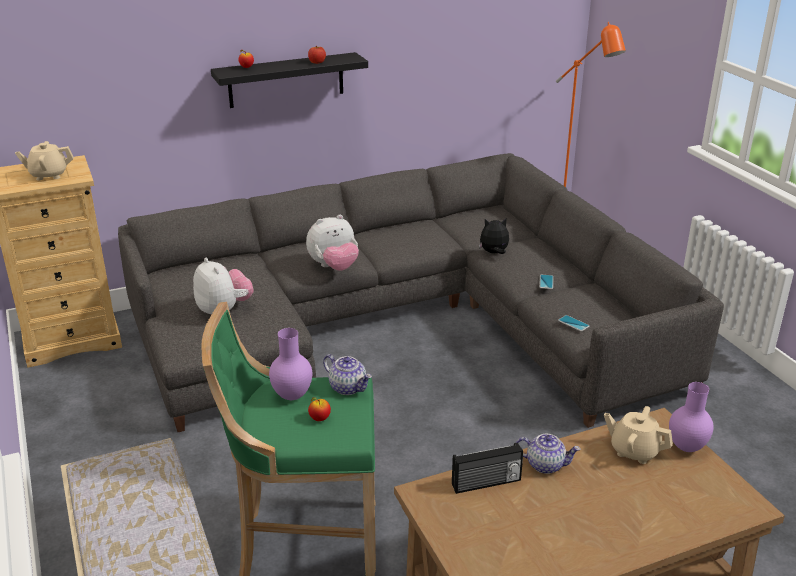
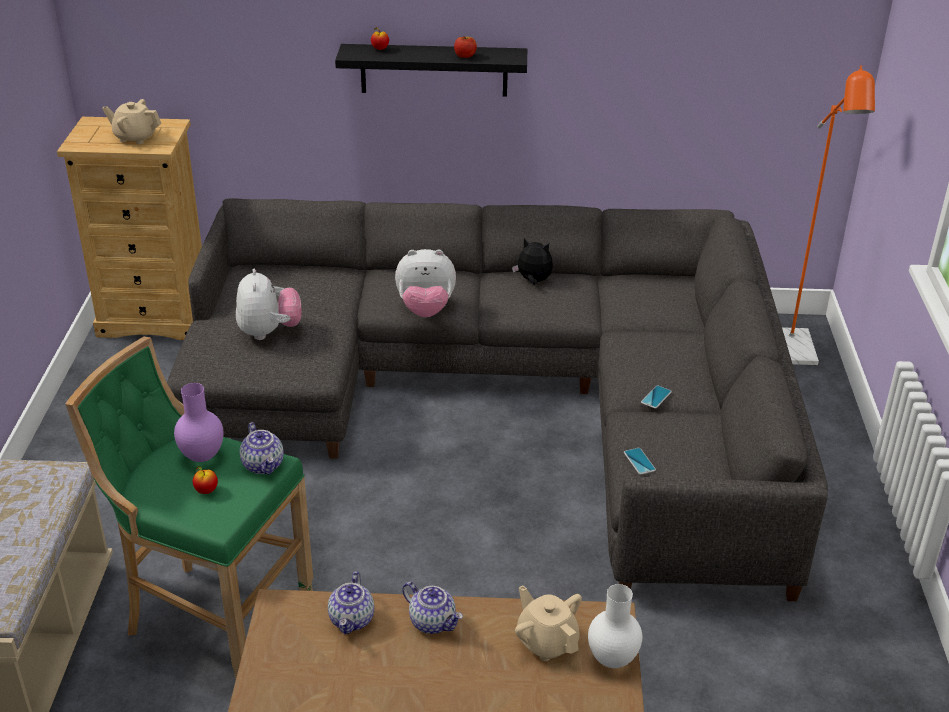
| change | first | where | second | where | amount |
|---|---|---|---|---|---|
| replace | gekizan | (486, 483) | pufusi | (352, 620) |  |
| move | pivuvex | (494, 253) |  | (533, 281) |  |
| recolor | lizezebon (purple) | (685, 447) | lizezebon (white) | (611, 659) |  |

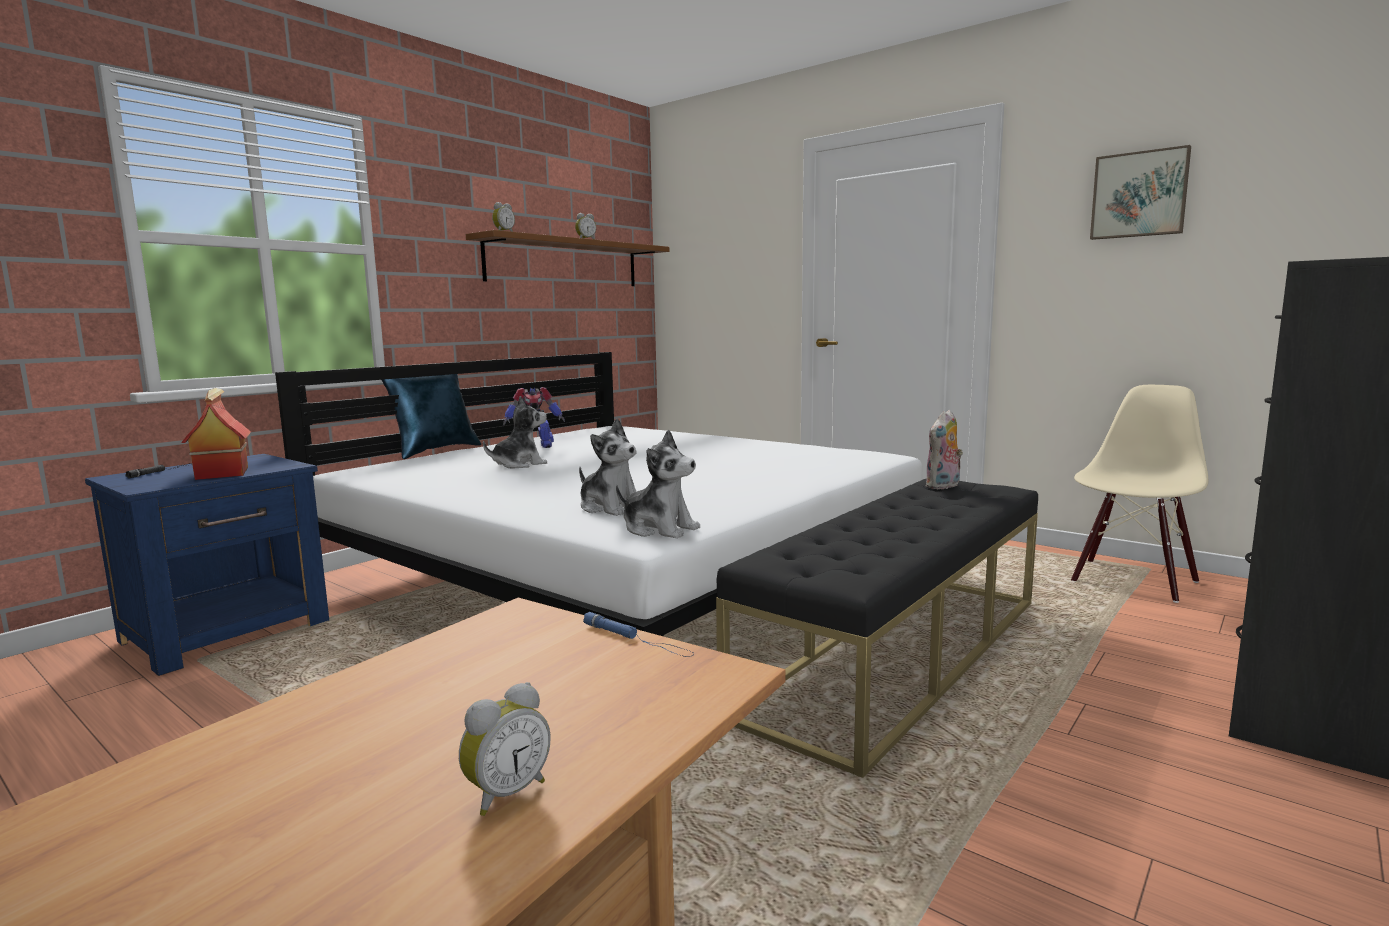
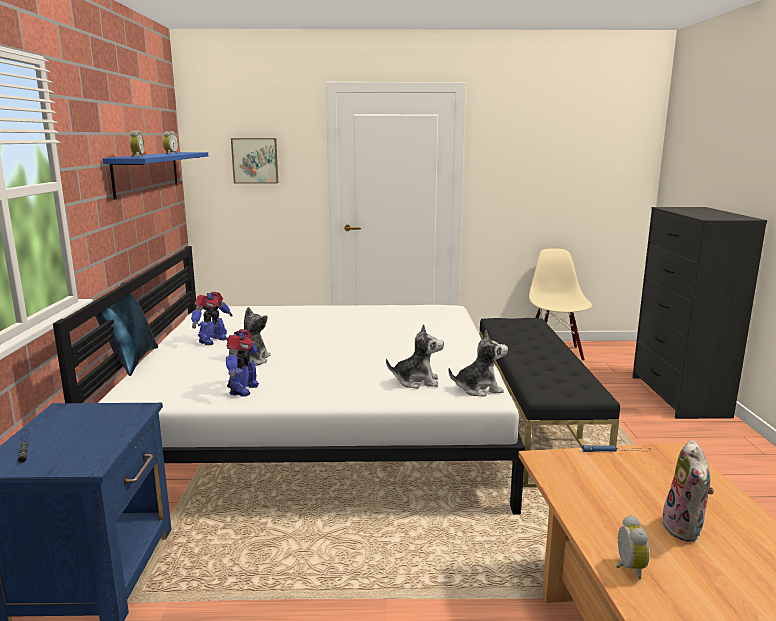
| change | first | where | second | where | amount |
|---|---|---|---|---|---|
| recolor | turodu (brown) | (564, 263) | turodu (blue) | (147, 173) |  |
| insert |  |  | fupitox | (243, 390) |  |
| move | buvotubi | (1139, 195) |  | (255, 160) |  |
| move | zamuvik | (505, 793) |  | (627, 568) |  |
| move | pivuvex | (943, 486) |  | (685, 529) |  |
| delete | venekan | (221, 473) |  |  |  |

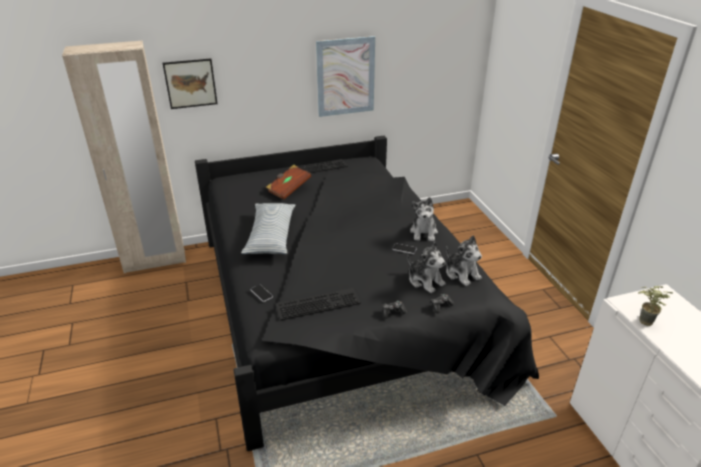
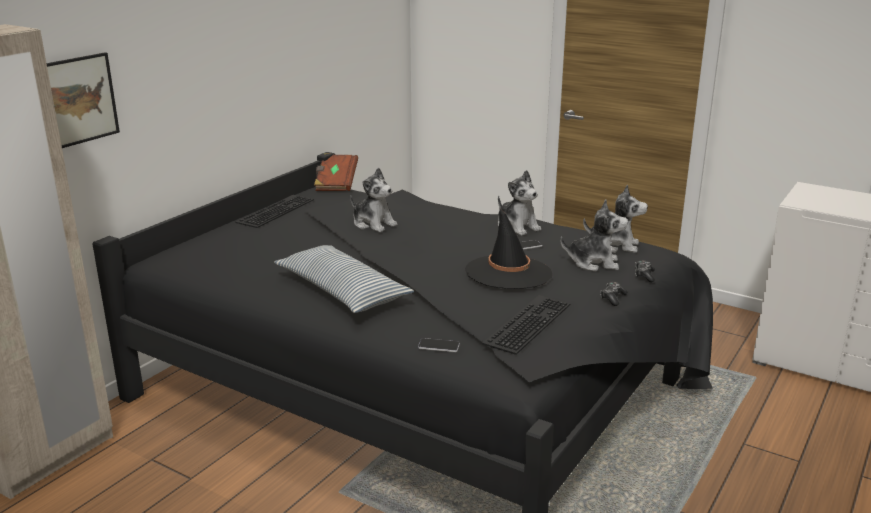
| change | first | where | second | where | amount |
|---|---|---|---|---|---|
| move | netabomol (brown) | (288, 189) |  | (335, 183) |  |
| insert |  |  | pivuvex | (373, 224) |  |
| insert |  |  | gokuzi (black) | (508, 273) |  |
| delete | buvotubi | (345, 77) |  |  |  |
| delete | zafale | (642, 322) |  |  |  |

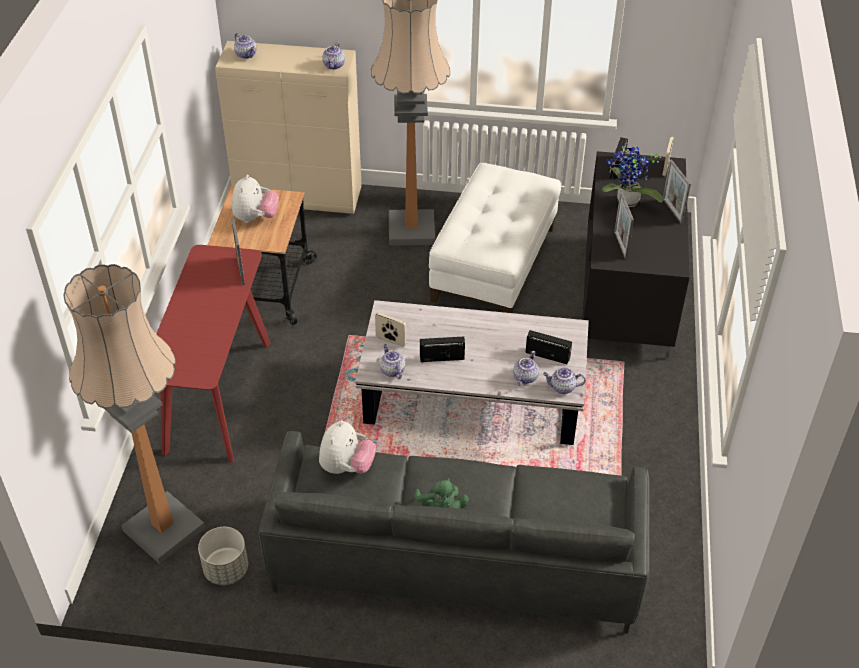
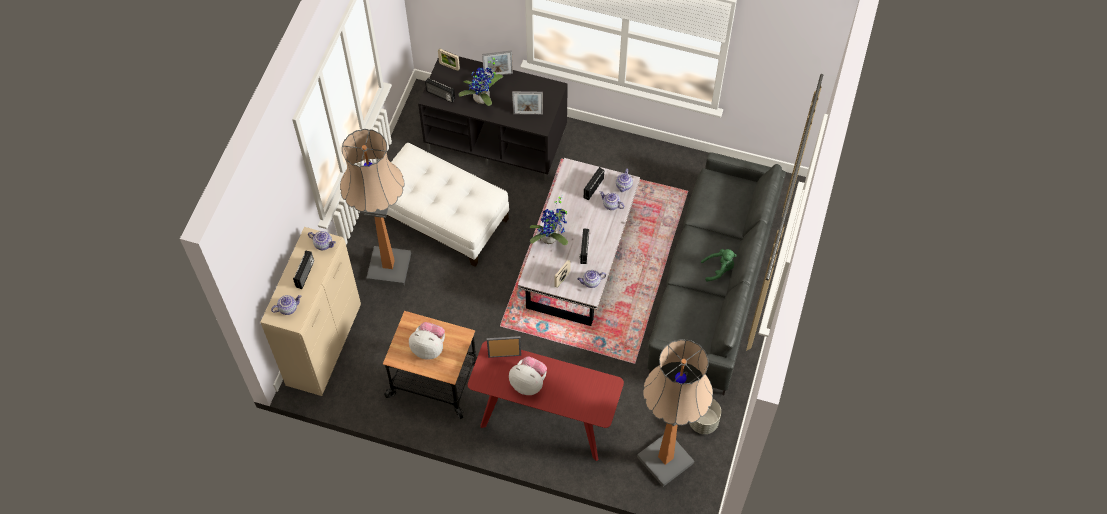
| change | first | where | second | where | amount |
|---|---|---|---|---|---|
| insert |  |  | gekizan | (305, 274) |  |
| move | pivuvex | (346, 467) |  | (528, 382) |  |
| insert |  |  | zafale | (551, 238) |  |

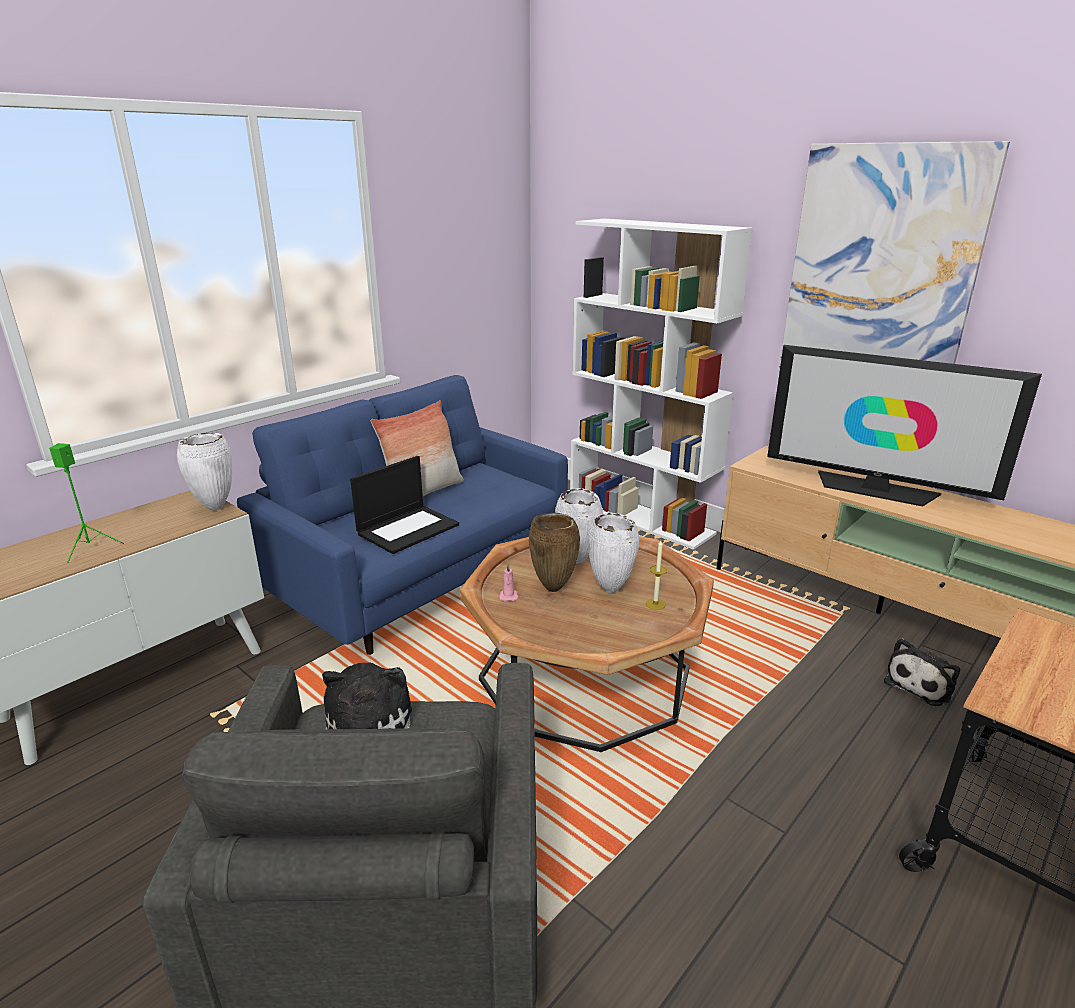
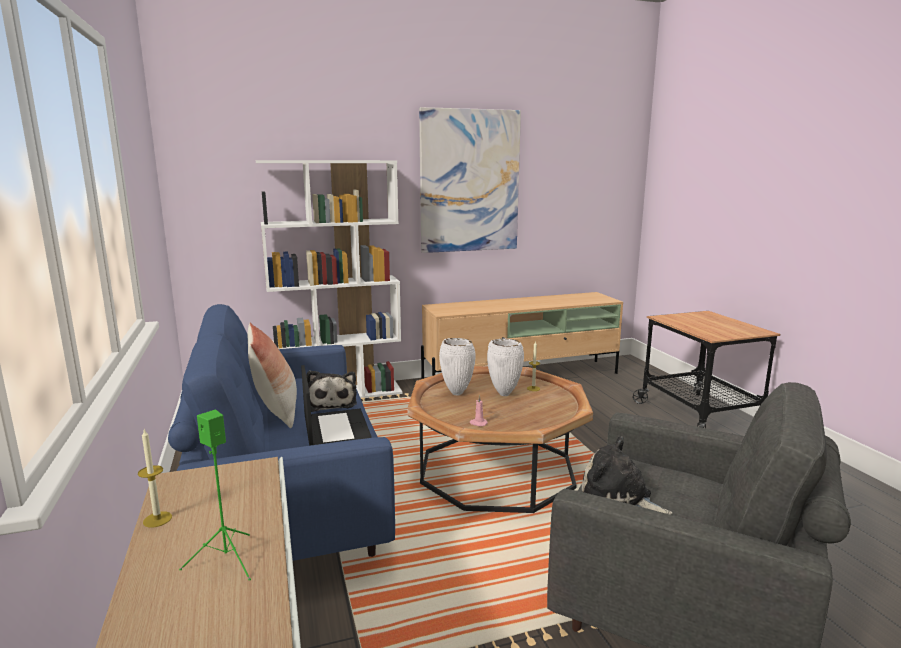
| change | first | where | second | where | amount |
|---|---|---|---|---|---|
| insert |  |  | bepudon | (157, 519) |  |
| move | pivuvex | (921, 684) |  | (331, 402) |  |
| delete | lizezebon (white) | (215, 507) |  |  |  |
| delete | lizezebon (brown) | (554, 588) |  |  |  |
| delete | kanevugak | (875, 489) |  |  |  |

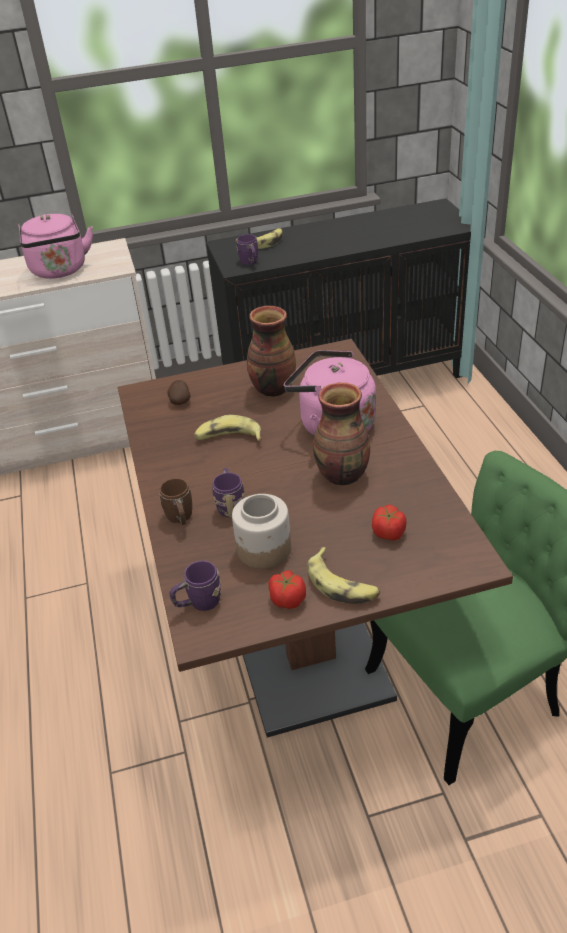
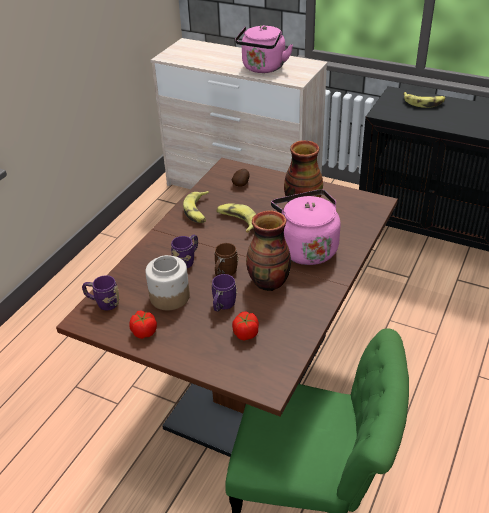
| change | first | where | second | where | amount |
|---|---|---|---|---|---|
| move | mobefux | (342, 584) |  | (198, 211) |  |
| move | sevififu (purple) | (250, 263) |  | (223, 306) |  |
| move | sevififu (brown) | (180, 519) |  | (224, 273) |  |

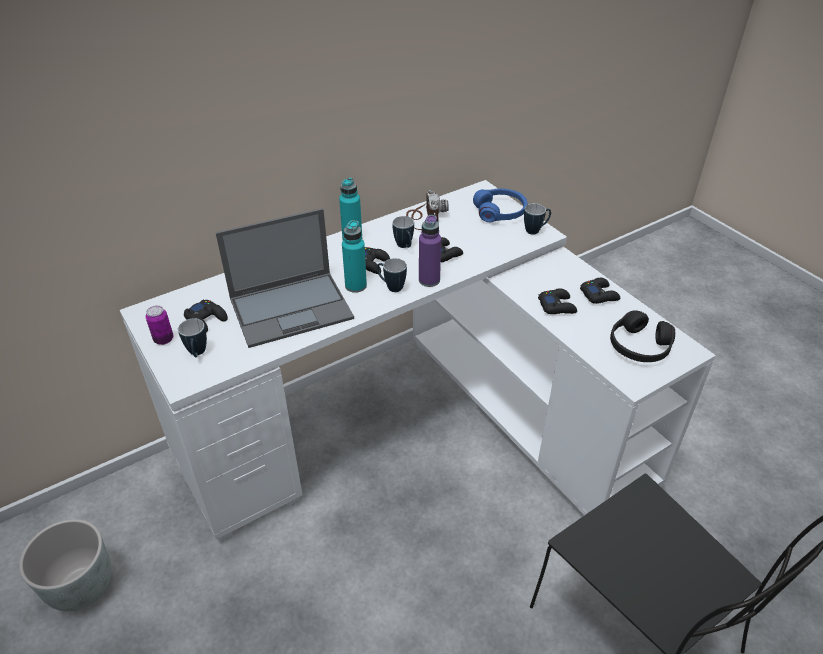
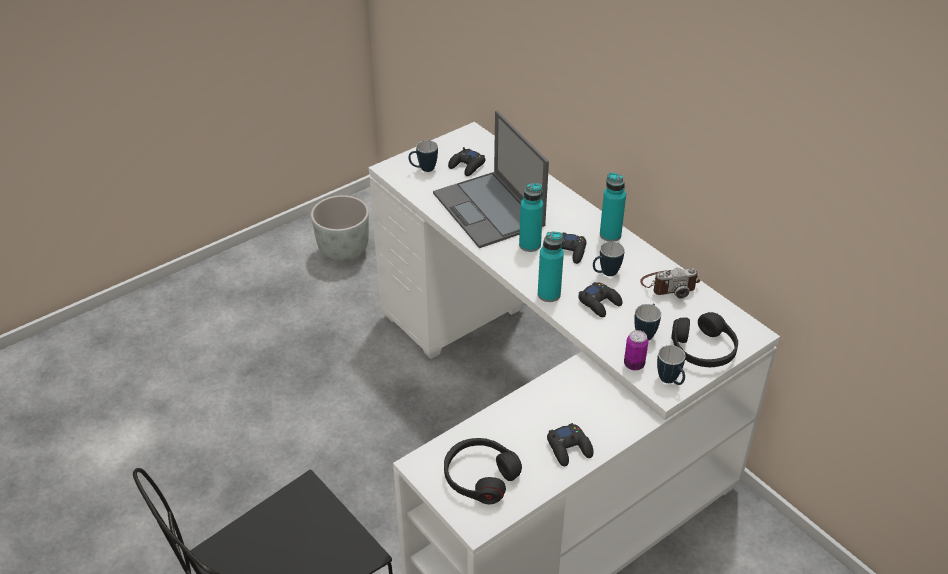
| change | first | where | second | where | amount |
|---|---|---|---|---|---|
| recolor | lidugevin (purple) | (429, 280) | lidugevin (turquoise) | (549, 294) |  |
| move | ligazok | (164, 339) |  | (634, 364) |  |
| move | sevififu | (391, 287) |  | (646, 333) |  |
| recolor | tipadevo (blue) | (500, 212) | tipadevo (black) | (703, 349) |  |
| delete | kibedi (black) | (557, 306) |  |  |  |

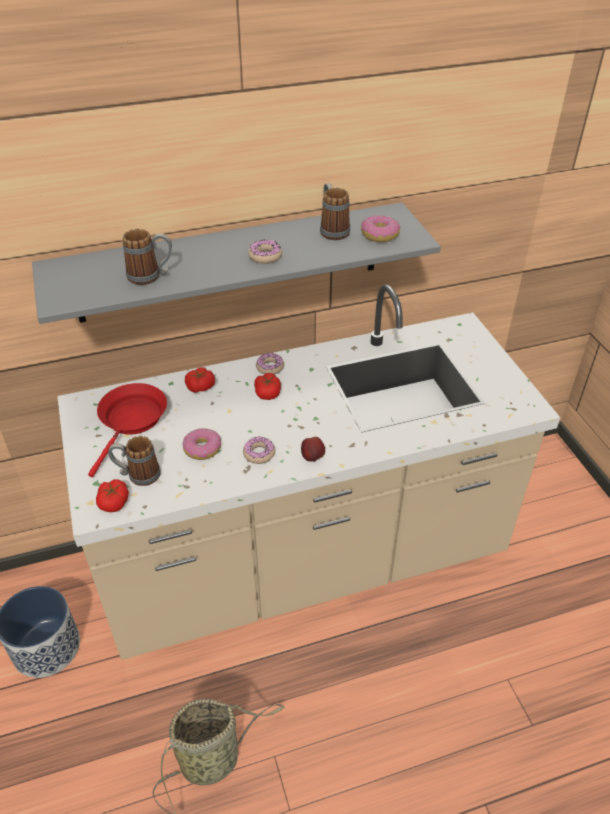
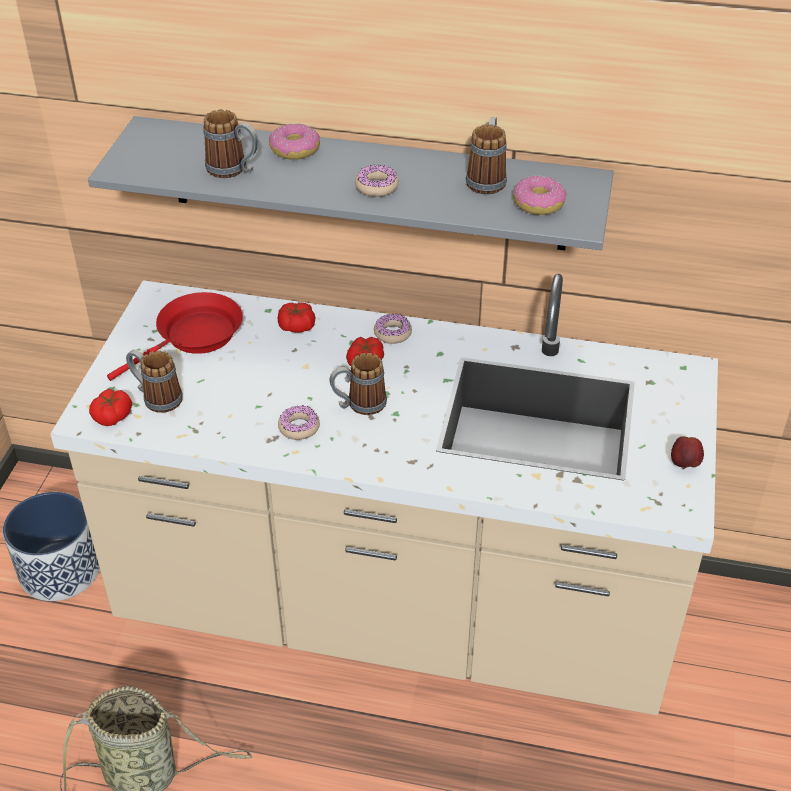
| change | first | where | second | where | amount |
|---|---|---|---|---|---|
| move | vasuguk | (202, 449) |  | (294, 150) |  |
| insert |  |  | sevififu | (359, 405) |  |
| move | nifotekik | (313, 458) |  | (684, 464) |  |

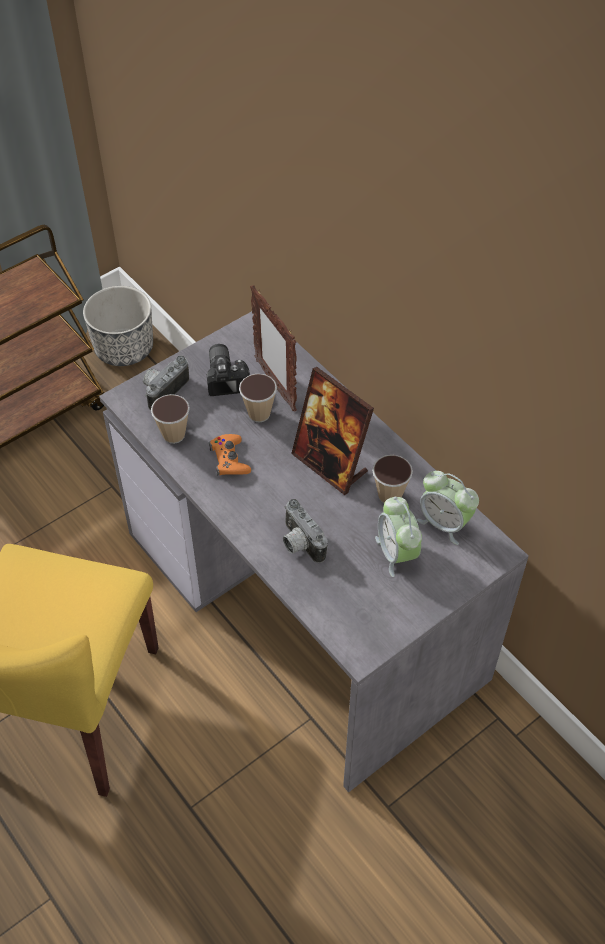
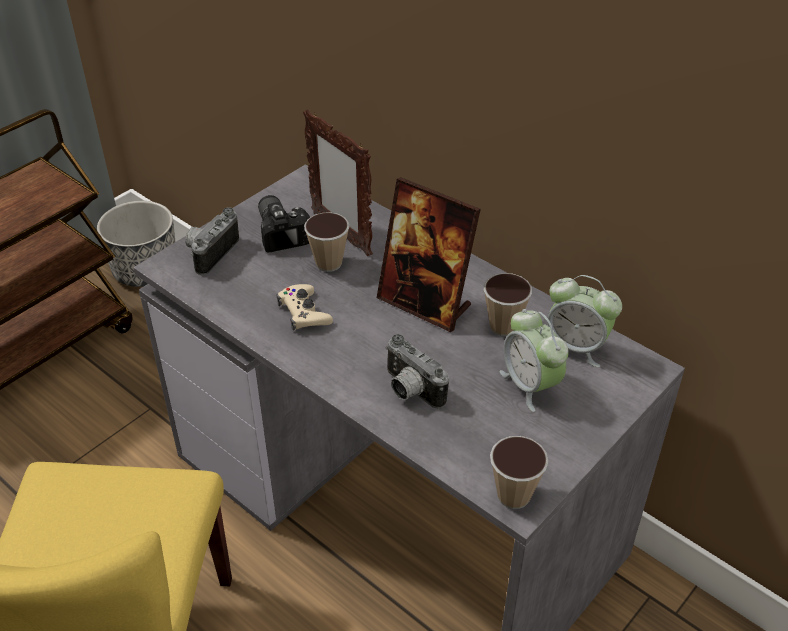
| change | first | where | second | where | amount |
|---|---|---|---|---|---|
| recolor | kibedi (orange) | (229, 459) | kibedi (beige) | (304, 312) |  |
| move | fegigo | (174, 435) |  | (513, 495) |  |

